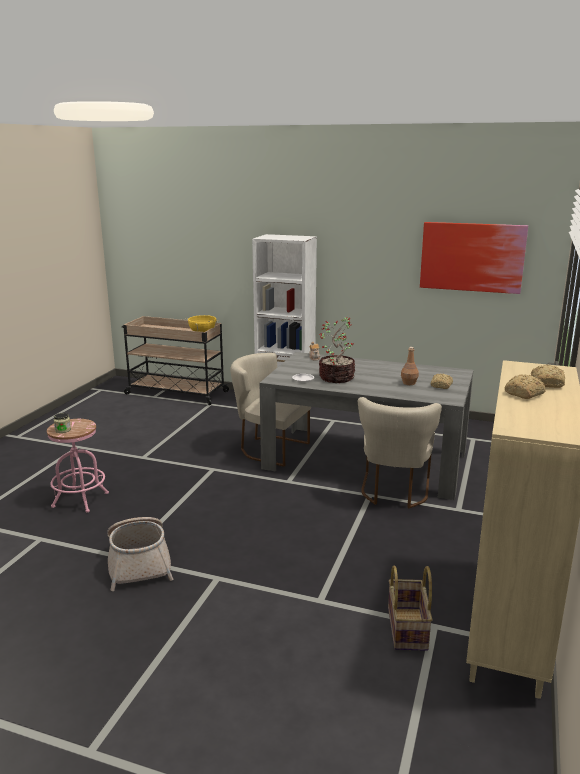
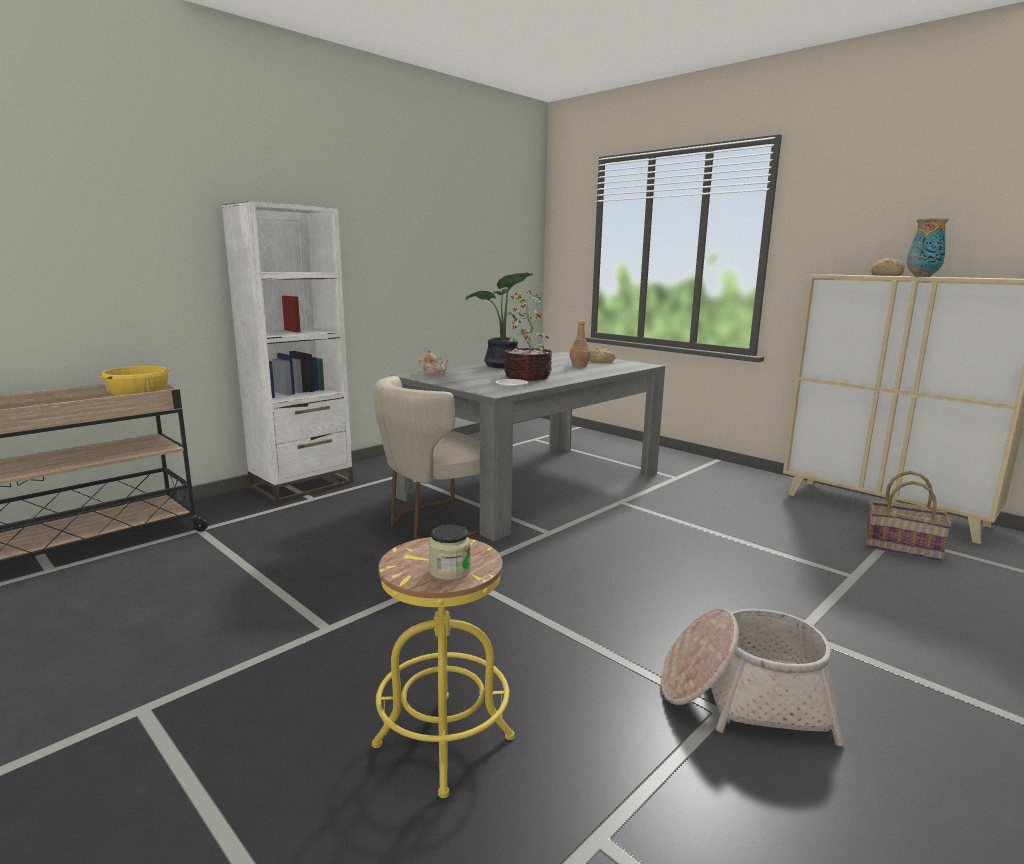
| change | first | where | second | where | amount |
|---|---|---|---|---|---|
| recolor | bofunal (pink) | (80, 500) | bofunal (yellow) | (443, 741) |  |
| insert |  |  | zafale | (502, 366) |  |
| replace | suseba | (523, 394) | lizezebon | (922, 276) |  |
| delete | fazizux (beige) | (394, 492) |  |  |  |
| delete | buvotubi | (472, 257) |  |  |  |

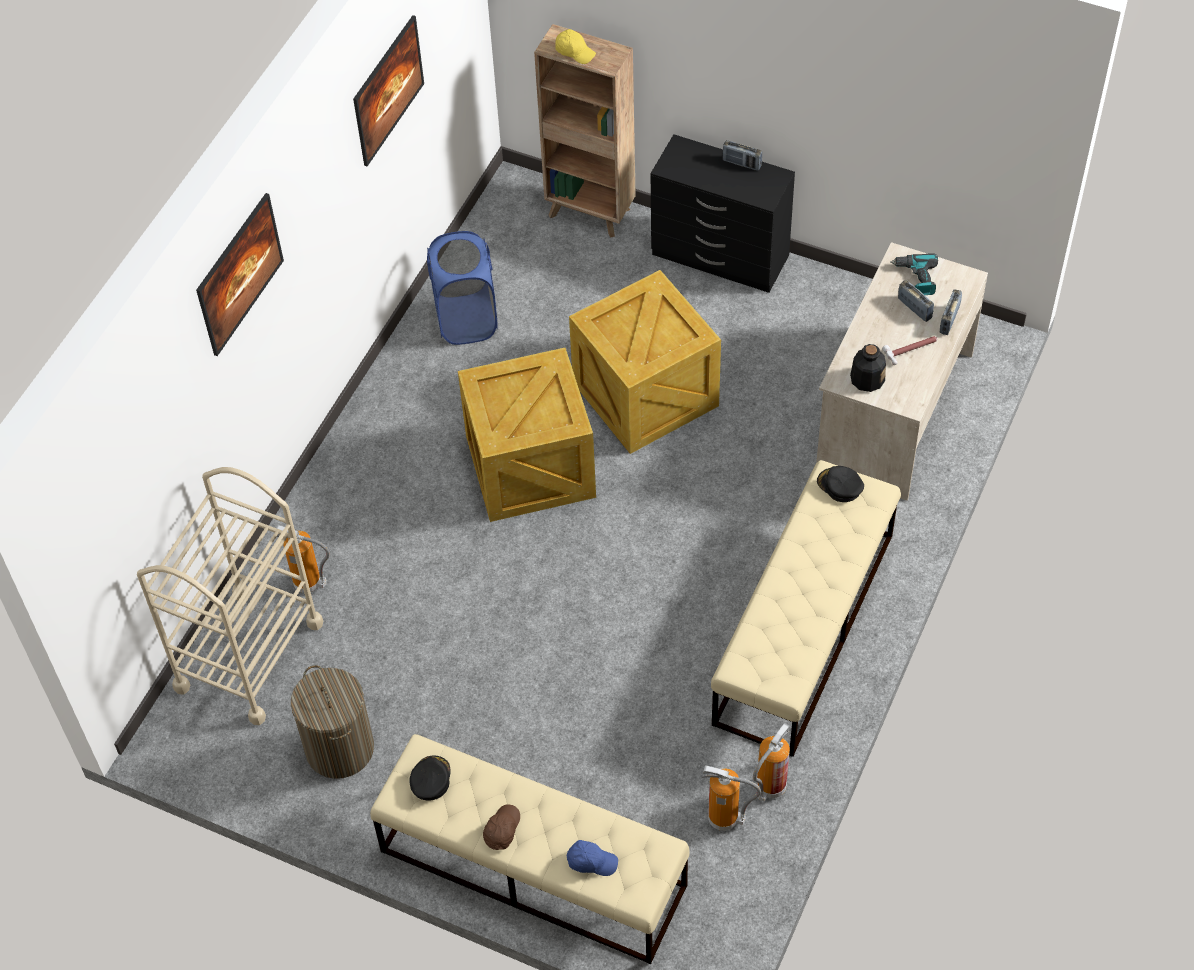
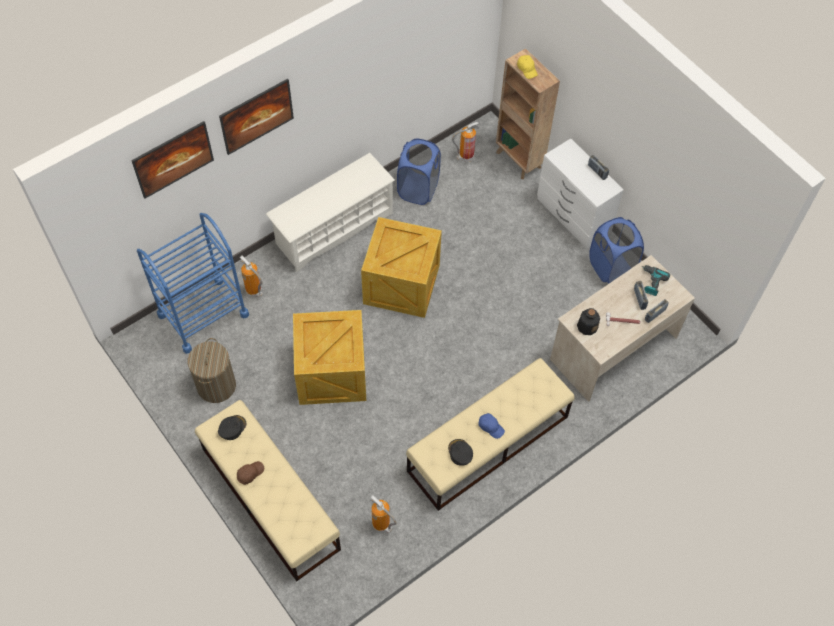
| change | first | where | second | where | amount |
|---|---|---|---|---|---|
| move | buvotubi | (390, 107) |  | (176, 168) |  |
| recolor | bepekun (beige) | (249, 655) | bepekun (blue) | (203, 314) |  |
| insert |  |  | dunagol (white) | (334, 228) |  |
| move | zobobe | (646, 392) |  | (332, 372) |  |
| move | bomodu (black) | (840, 486) |  | (460, 453) |  |
| move | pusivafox | (770, 788) |  | (465, 157) |  |
| move | bomodu (blue) | (591, 861) |  | (490, 427) |  |
| recolor | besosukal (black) | (720, 256) | besosukal (white) | (573, 216) |  |
| insert |  |  | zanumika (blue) | (611, 267) |  |

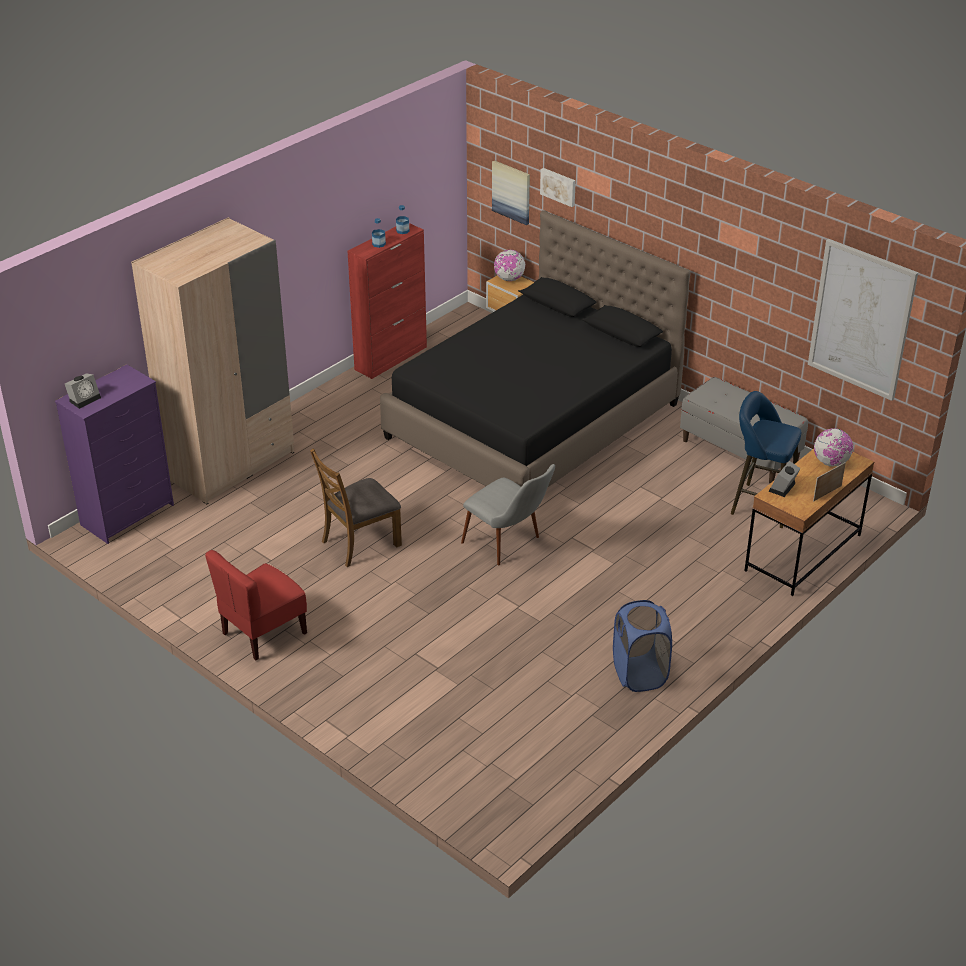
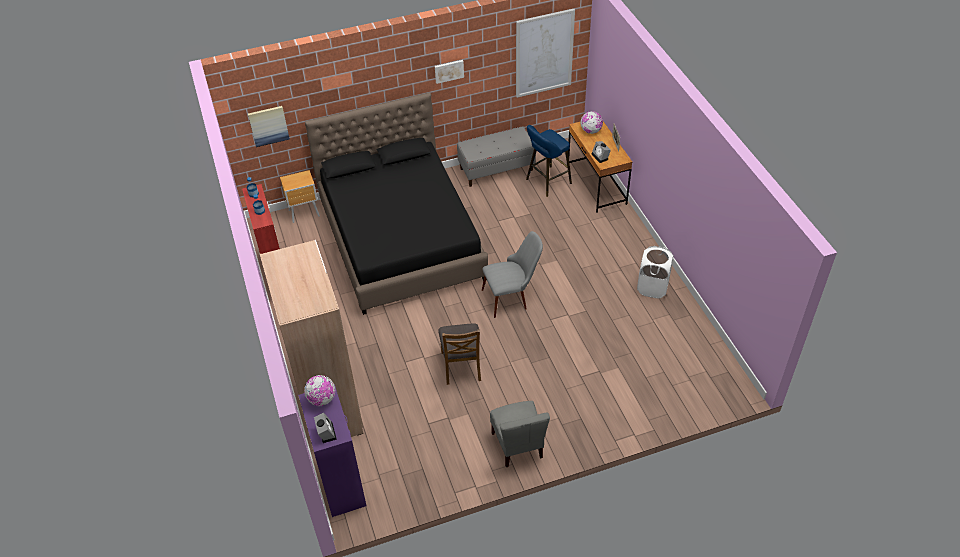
| change | first | where | second | where | amount |
|---|---|---|---|---|---|
| move | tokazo | (509, 279) |  | (322, 399) |  |
| move | buvotubi | (558, 186) |  | (449, 71) |  |
| recolor | fazizux (red) | (263, 633) | fazizux (grey) | (518, 445) |  |
| recolor | zanumika (blue) | (639, 674) | zanumika (white) | (652, 287) |  |

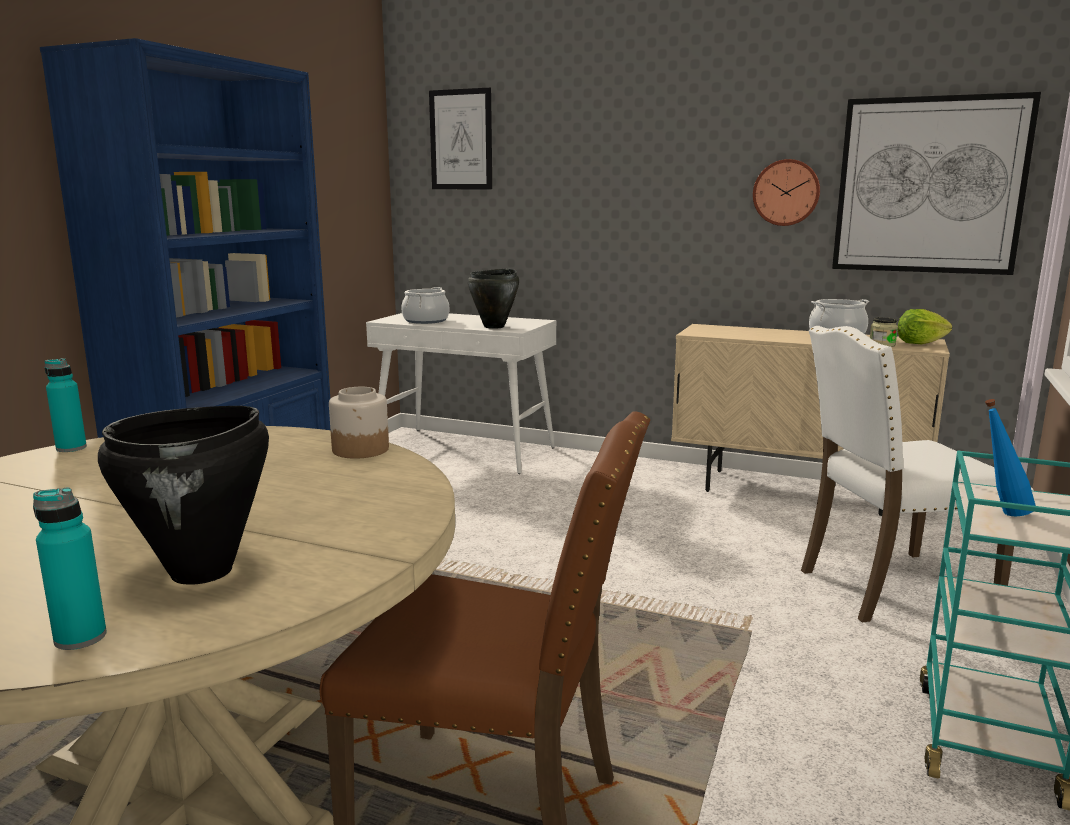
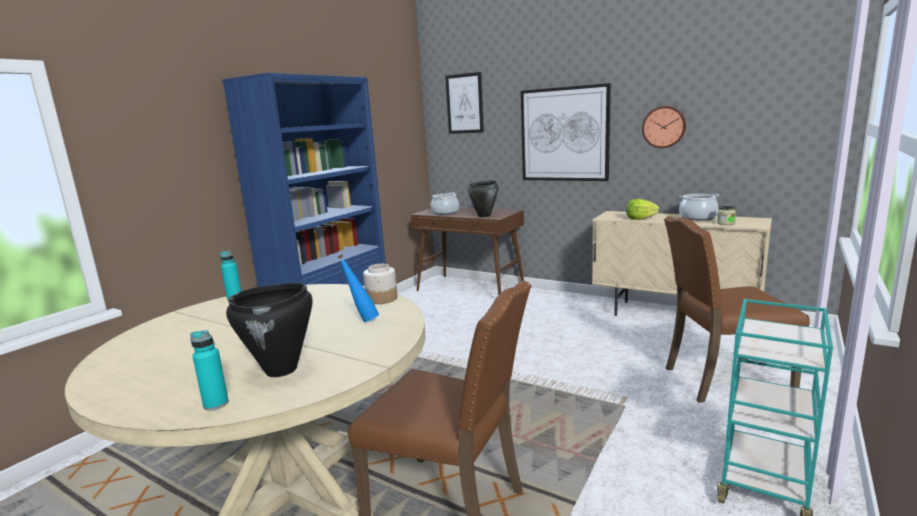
| change | first | where | second | where | amount |
|---|---|---|---|---|---|
| move | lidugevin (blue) | (1000, 513) |  | (362, 320) |  |
| recolor | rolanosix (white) | (465, 450) | rolanosix (brown) | (471, 289) |  |
| move | buvotubi | (929, 186) |  | (564, 134) |  |
| move | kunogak | (920, 343) |  | (640, 218) |  |
| recolor | fazizux (white) | (889, 588) | fazizux (brown) | (722, 381) |  |

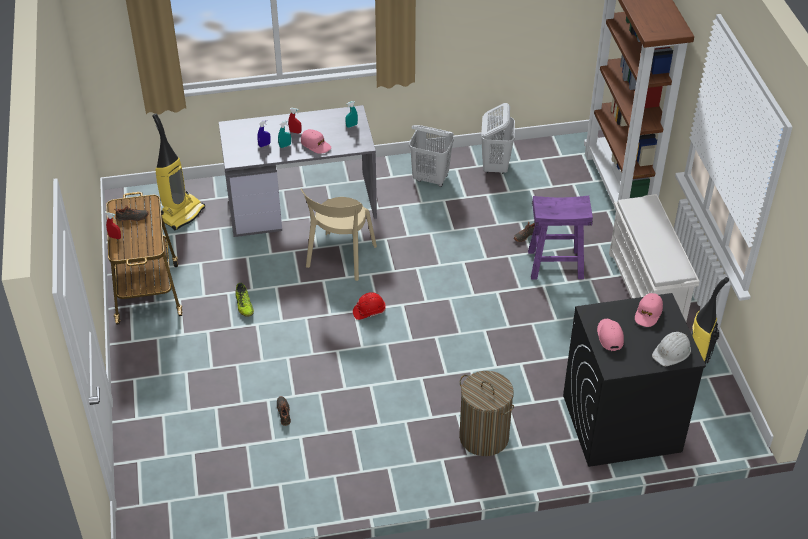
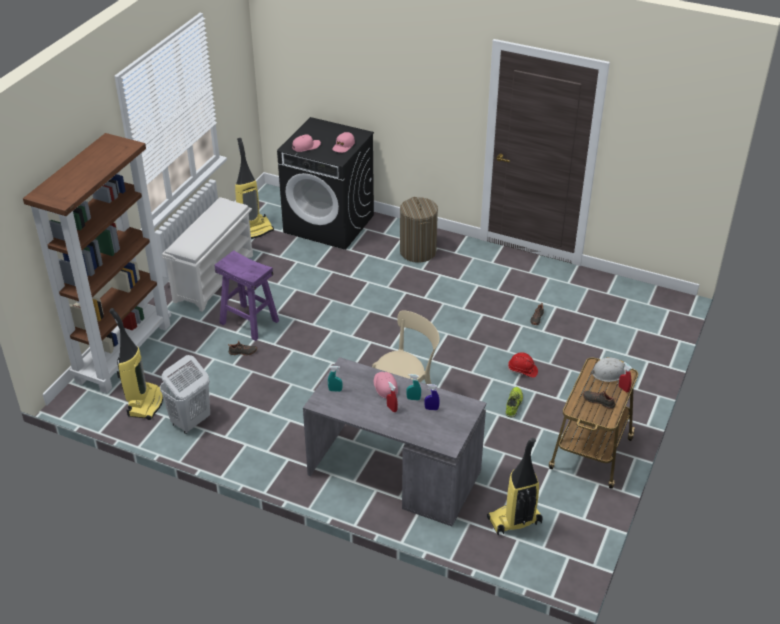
| change | first | where | second | where | amount |
|---|---|---|---|---|---|
| insert |  |  | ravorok | (145, 403) |  |
| move | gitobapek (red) | (369, 311) |  | (522, 370) |  |
| move | gitobapek (white) | (672, 352) |  | (609, 373) |  |
| delete | zanumika (white) | (431, 178) |  |  |  |

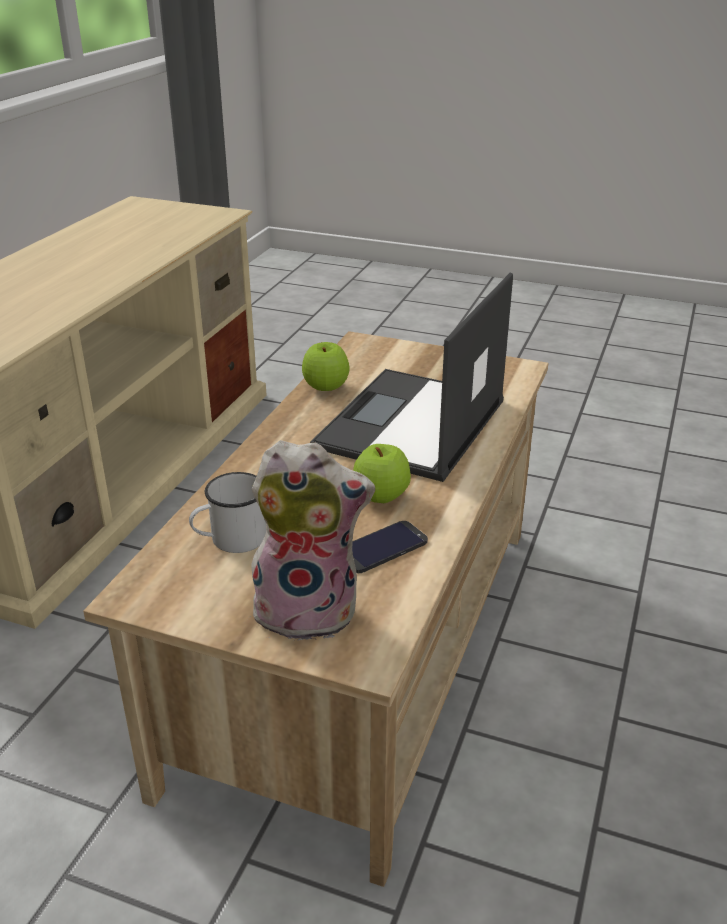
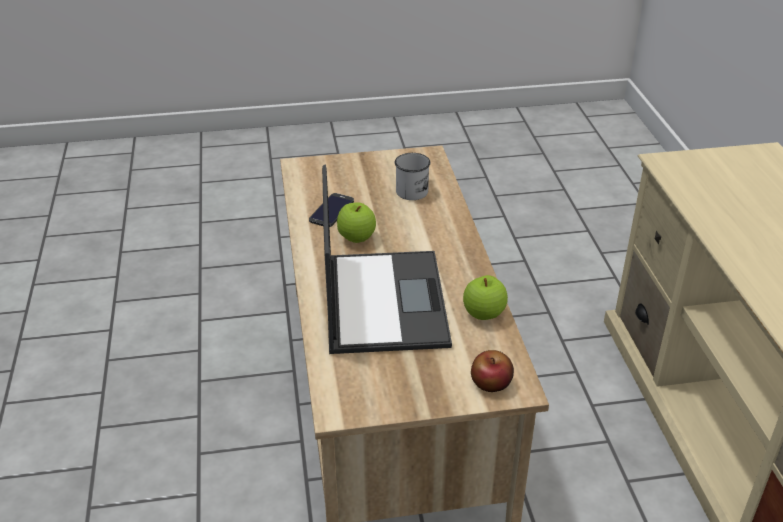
| change | first | where | second | where | amount |
|---|---|---|---|---|---|
| insert |  |  | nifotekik | (491, 383) |  |
| delete | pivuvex | (309, 609) |  |  |  |

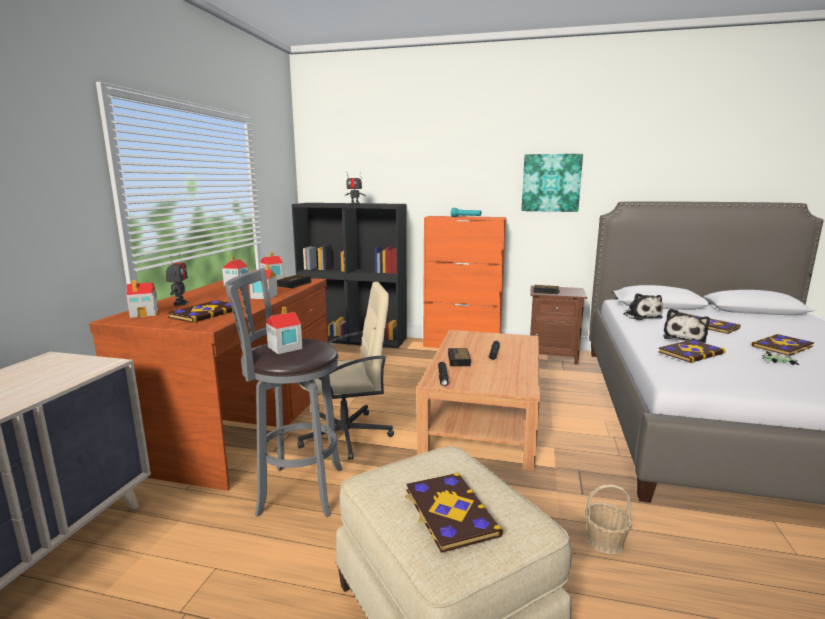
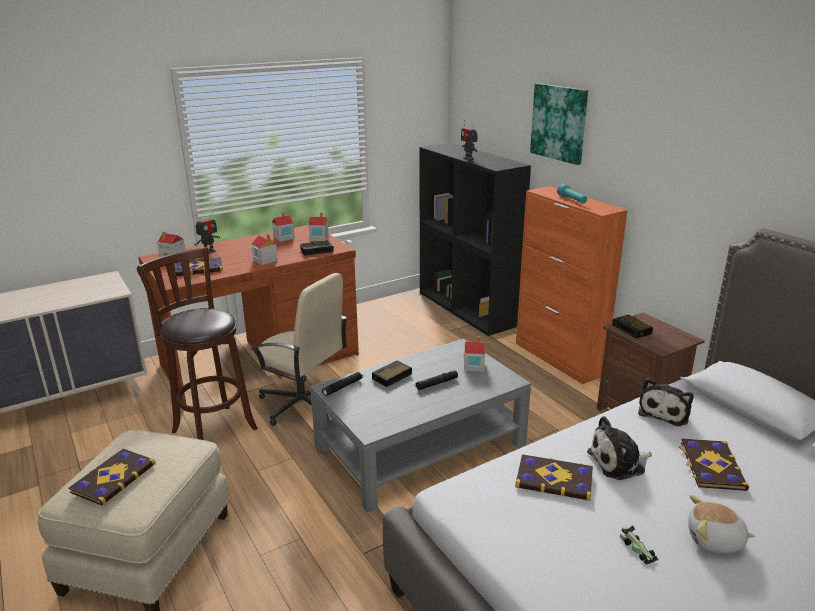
| change | first | where | second | where | amount |
|---|---|---|---|---|---|
| recolor | bofunal (grey) | (296, 490) | bofunal (brown) | (212, 428) |  |
| recolor | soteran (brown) | (483, 419) | soteran (grey) | (420, 447) |  |
| move | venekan | (284, 348) |  | (473, 366) |  |
| move | buvotubi | (551, 183) |  | (559, 123) |  |
| replace | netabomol | (783, 347) | pivuvex | (715, 540) |  |
| delete | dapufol | (605, 541) |  |  |  |

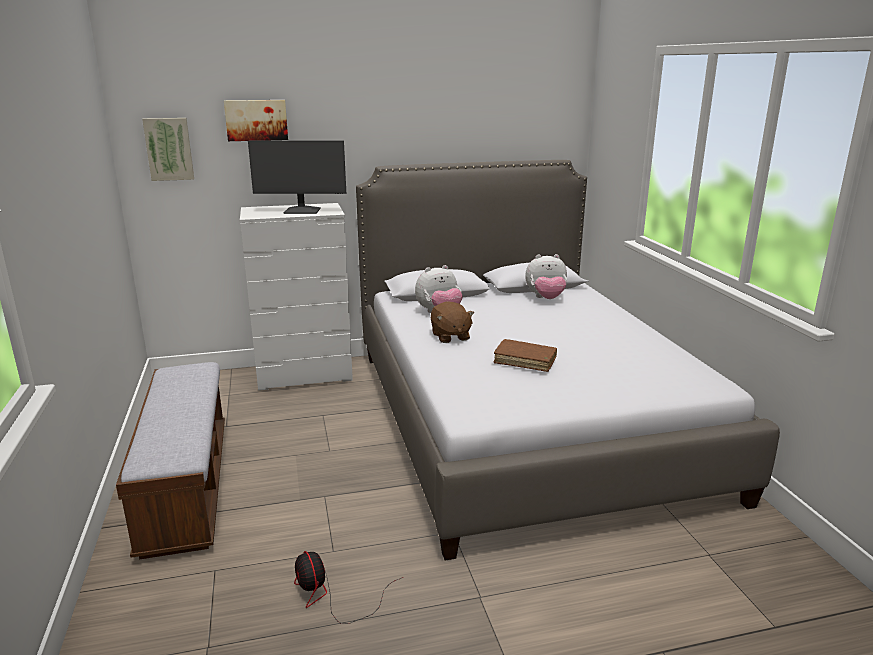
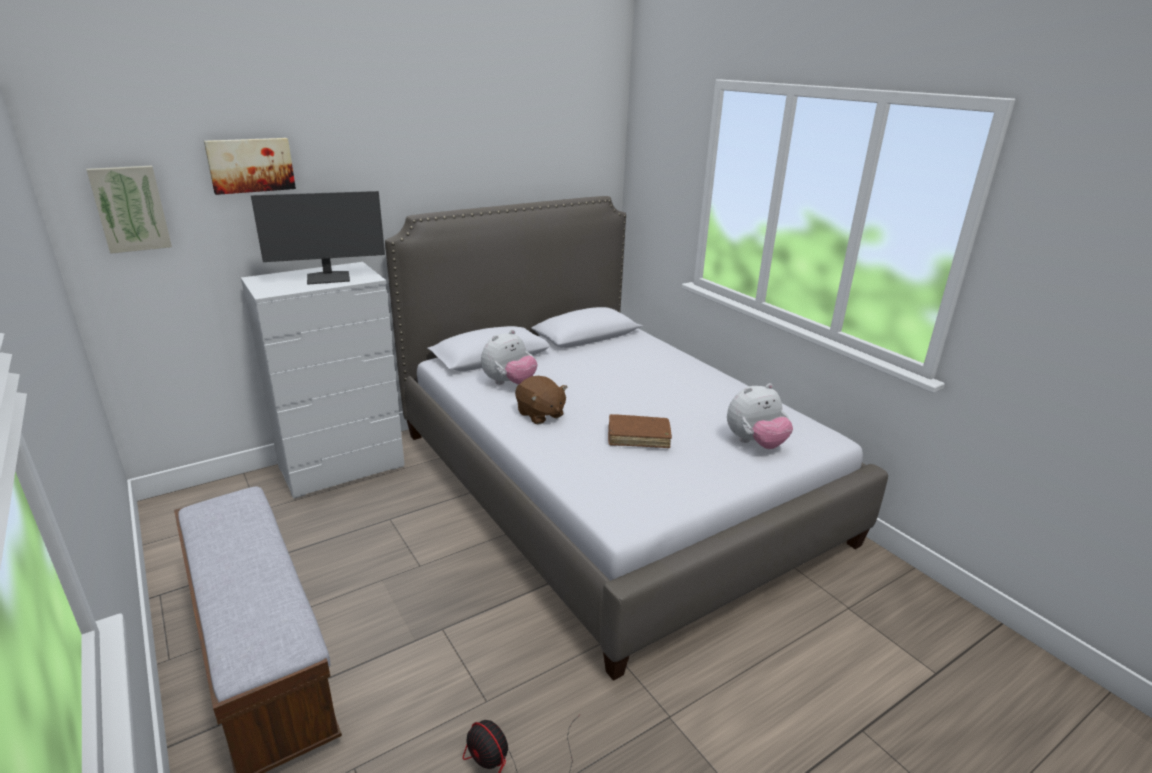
| change | first | where | second | where | amount |
|---|---|---|---|---|---|
| move | pivuvex | (546, 298) |  | (755, 443) |  |

